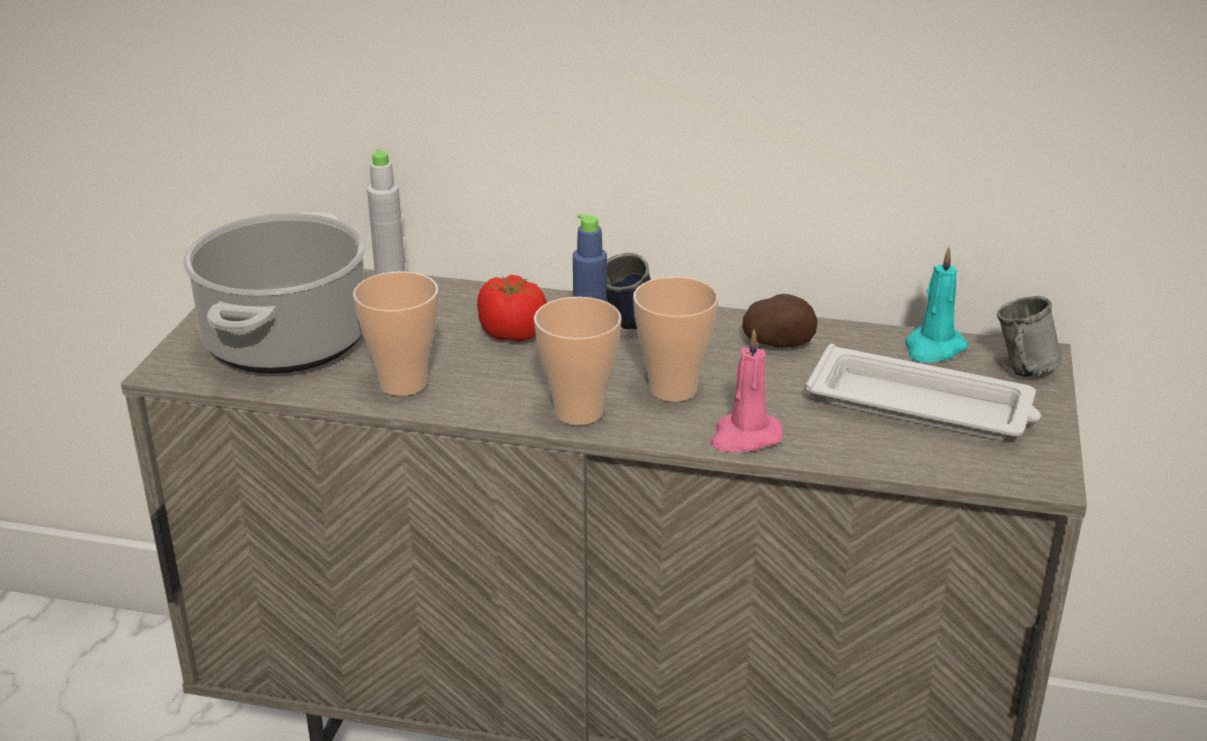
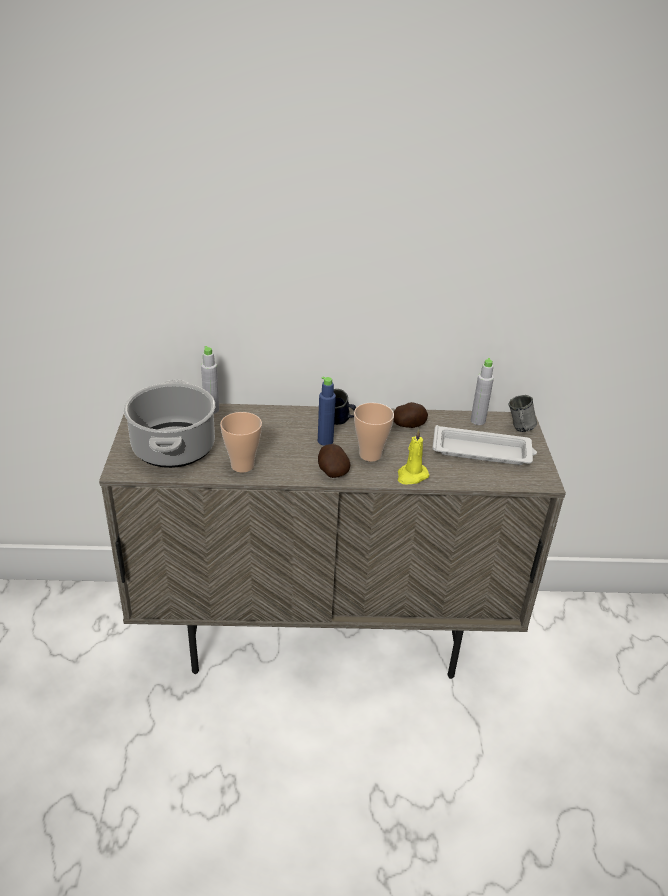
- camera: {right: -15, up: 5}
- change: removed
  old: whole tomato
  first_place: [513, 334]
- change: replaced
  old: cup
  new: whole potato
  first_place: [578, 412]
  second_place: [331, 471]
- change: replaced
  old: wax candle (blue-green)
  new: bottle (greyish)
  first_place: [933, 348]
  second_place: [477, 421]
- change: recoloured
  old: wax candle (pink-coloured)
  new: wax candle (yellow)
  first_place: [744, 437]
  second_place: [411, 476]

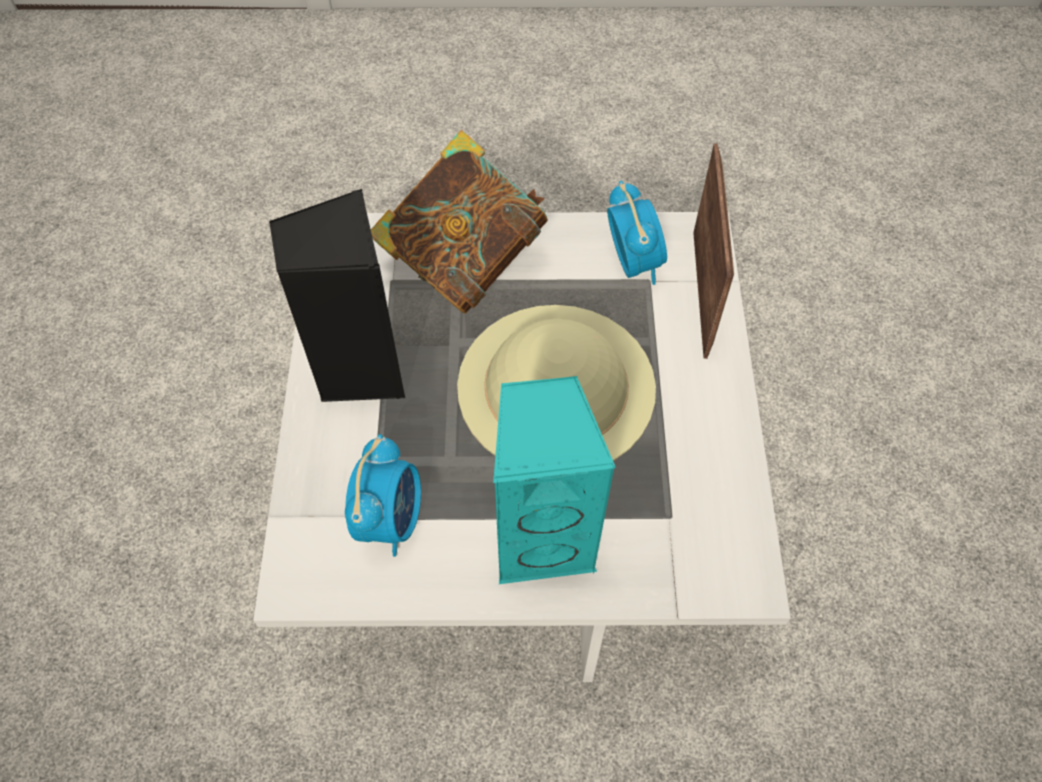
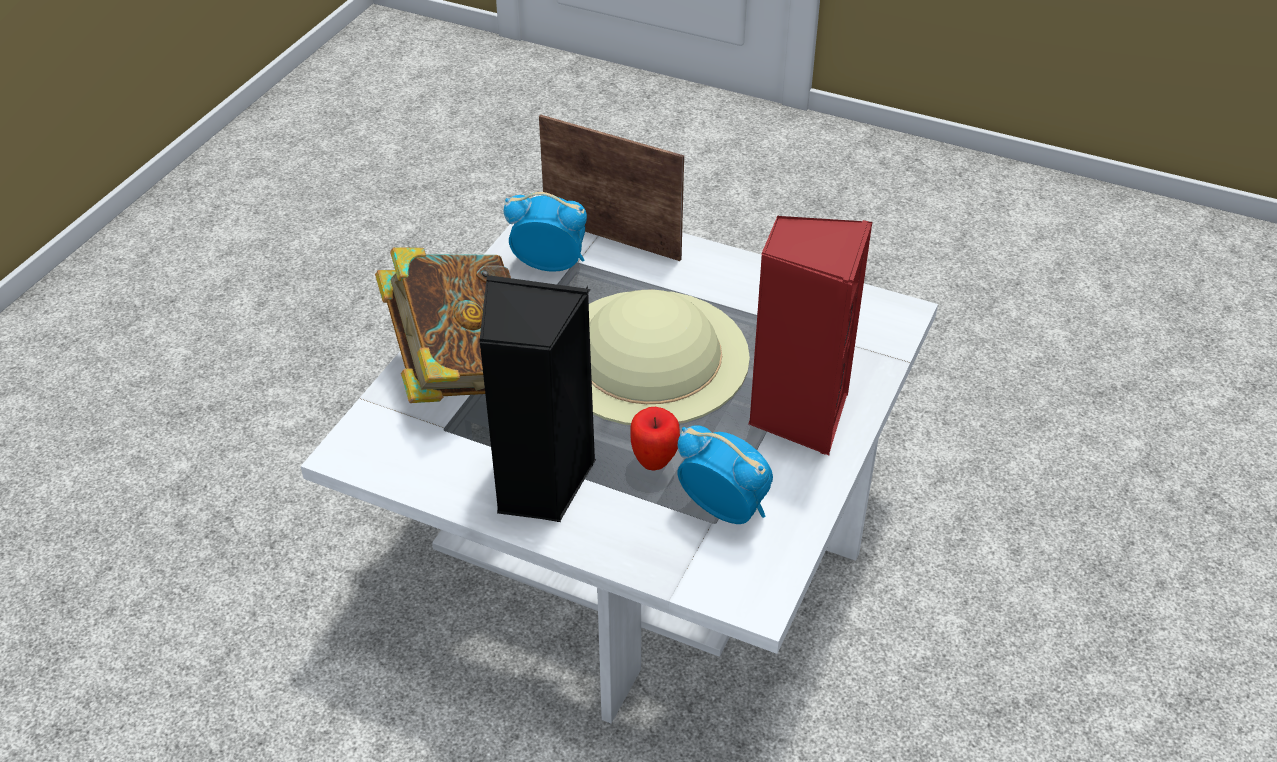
- camera: {right: -65, up: -15}
- change: added
  new: apple fruit
  second_place: [654, 461]
- change: recoloured
  old: loudspeaker (blue-green)
  new: loudspeaker (reddish)
  first_place: [542, 538]
  second_place: [798, 414]

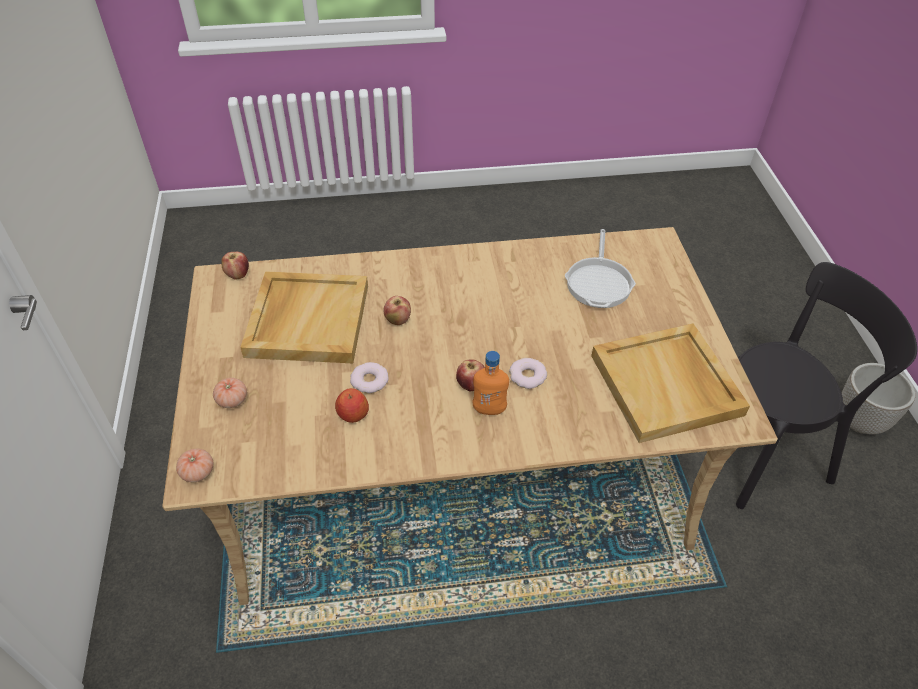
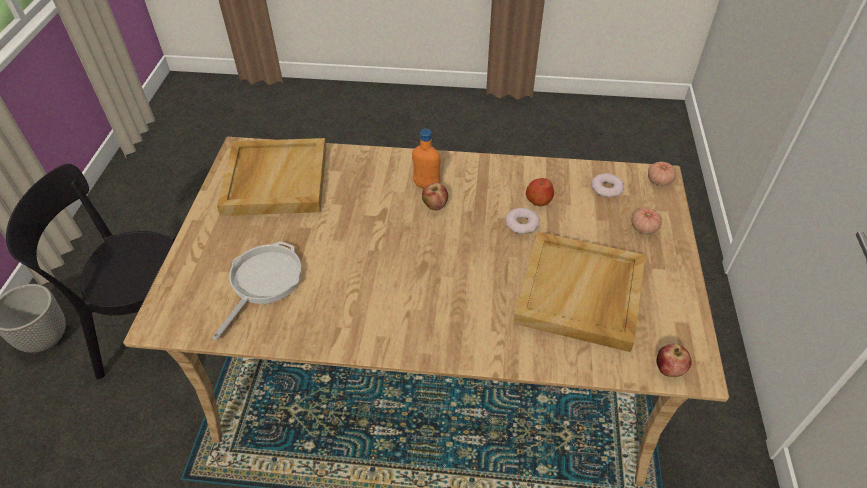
- camera: {right: -165, up: 0}
- change: removed
  old: apple fruit
  first_place: [397, 320]
- change: moved
  old: doughnut
  first_place: [527, 376]
  second_place: [606, 188]

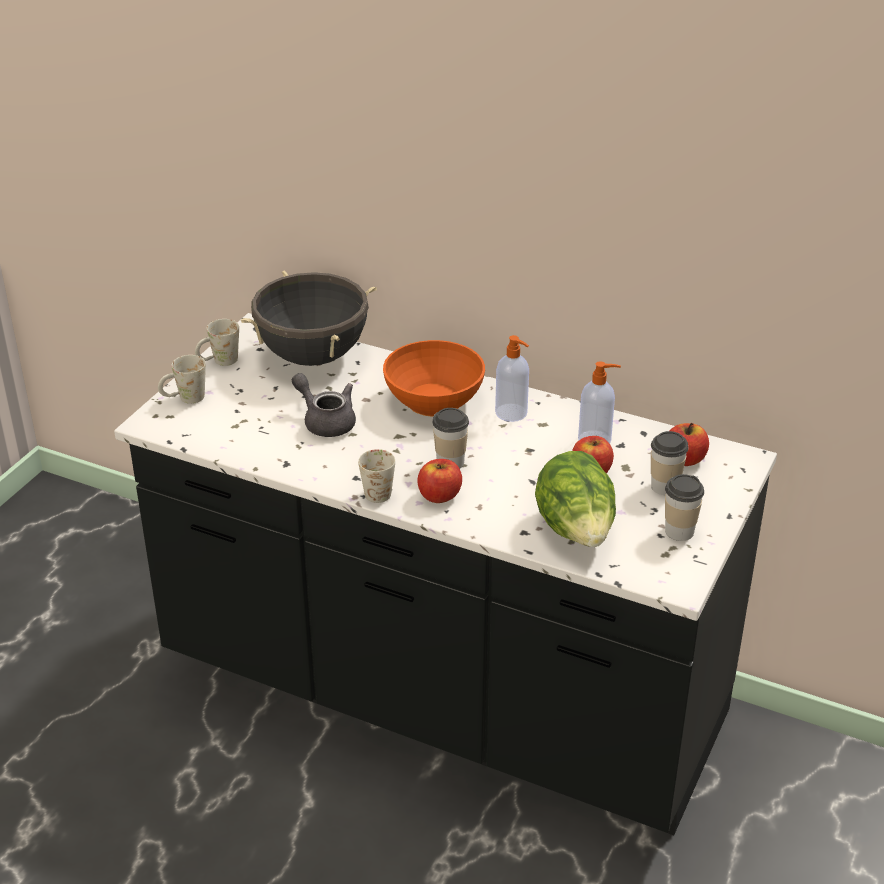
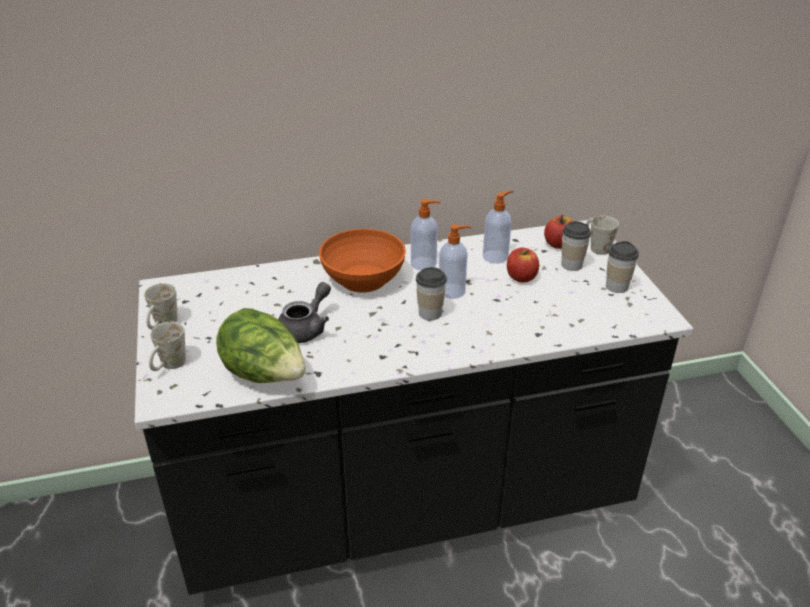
- camera: {right: -40, up: 0}
- change: removed
  old: saucepot (black-coloured)
  first_place: [312, 356]
- change: removed
  old: apple fruit
  first_place: [439, 495]
- change: added
  new: soap bottle
  second_place: [453, 291]
- change: moved
  old: tea mug (white)
  first_place: [380, 489]
  second_place: [595, 246]
- change: moved
  old: lettuce
  first_place: [576, 531]
  second_place: [265, 375]
- change: turned
  old: tea pot (greyish)
  first_place: [326, 421]
  second_place: [306, 328]
  degrees: 120

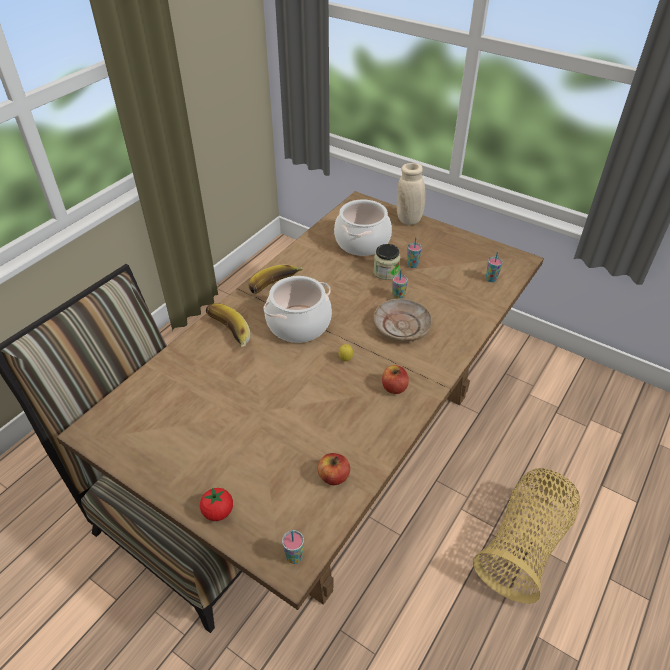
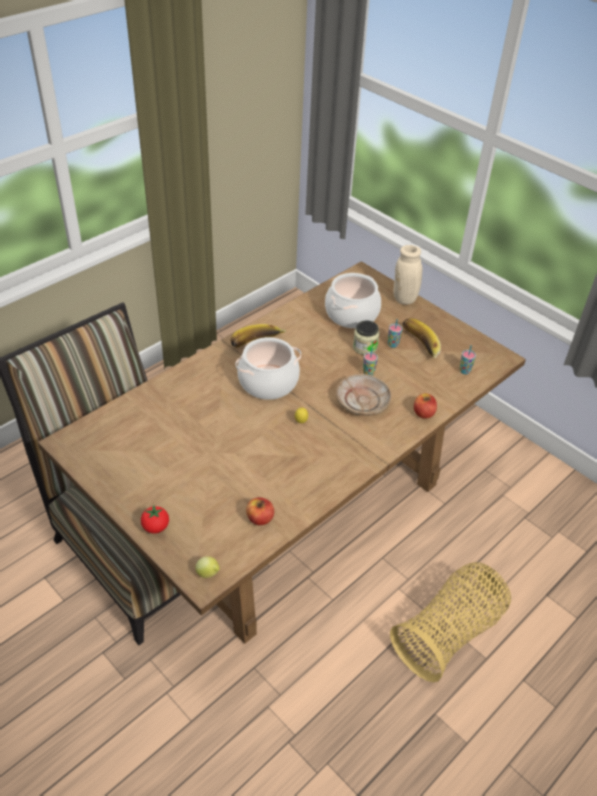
- camera: {right: 10, up: 0}
- change: moved
  old: banana
  first_place: [227, 333]
  second_place: [418, 346]
- change: moved
  old: apple fruit
  first_place: [394, 387]
  second_place: [423, 413]
- change: replaced
  old: cup
  new: citrus fruit
  first_place: [294, 557]
  second_place: [208, 574]

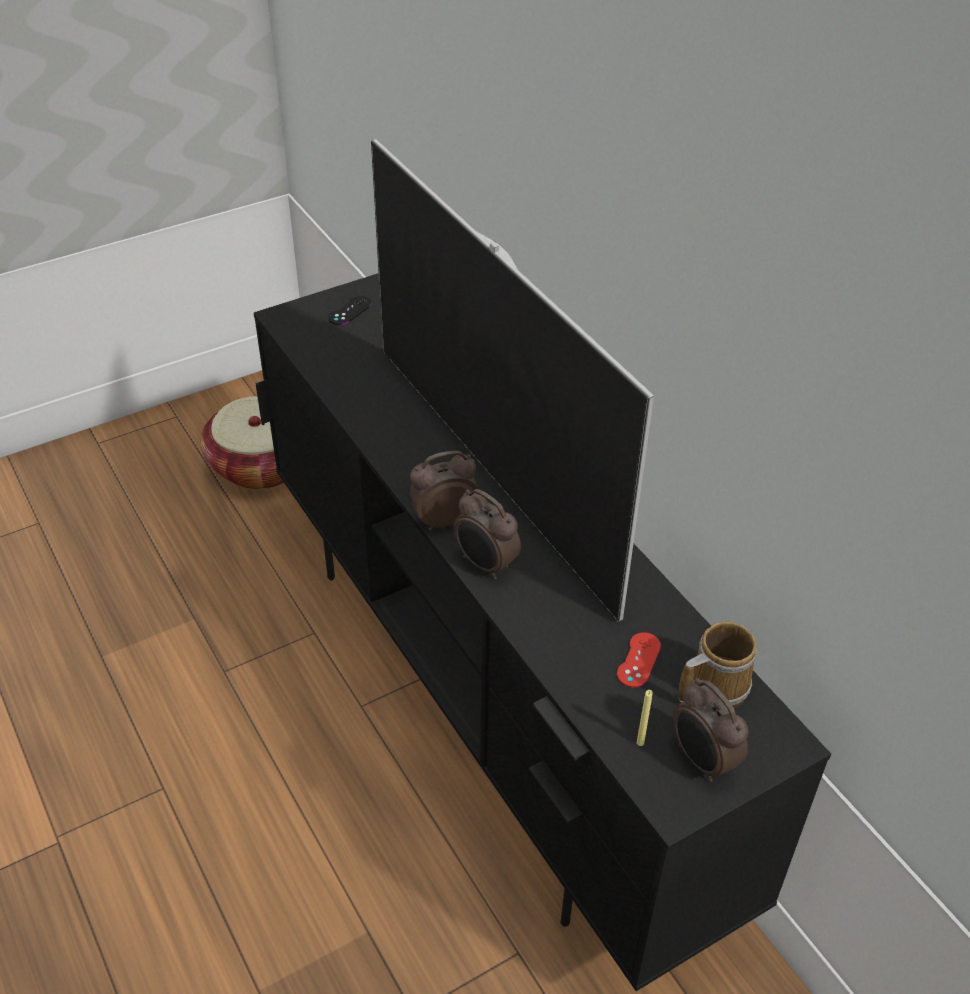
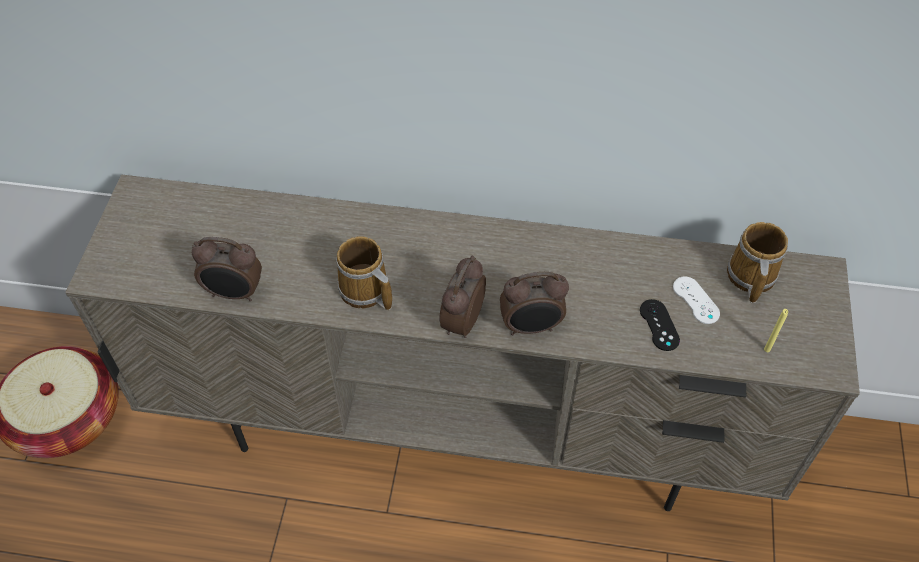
- camera: {right: -50, up: 10}
- change: removed
  old: TV
  first_place: [492, 472]
- change: added
  new: tea mug
  second_place: [365, 292]
- change: moved
  old: game controller (black-coloured)
  first_place: [350, 311]
  second_place: [659, 325]
- change: moved
  old: alarm clock
  first_place: [702, 760]
  second_place: [234, 293]
- change: recoloured
  old: media console (black-coloured)
  new: media console (beige)
  first_place: [488, 708]
  second_place: [463, 430]
- change: recoloured
  old: game controller (reddish)
  new: game controller (white)
  first_place: [638, 660]
  second_place: [696, 300]

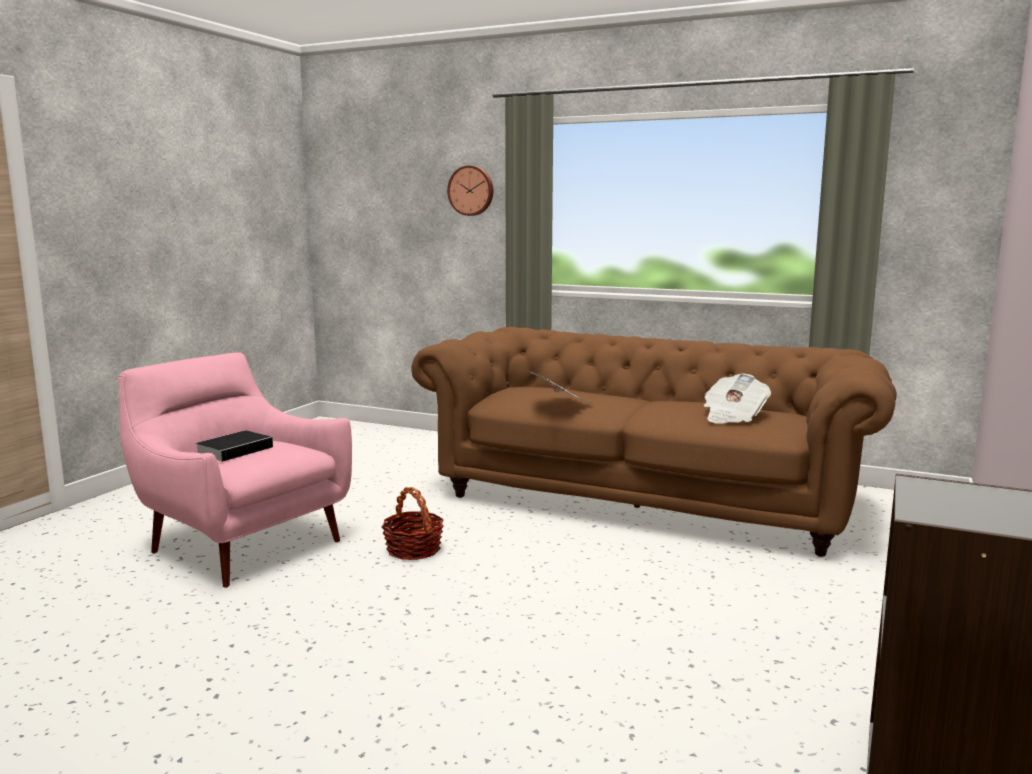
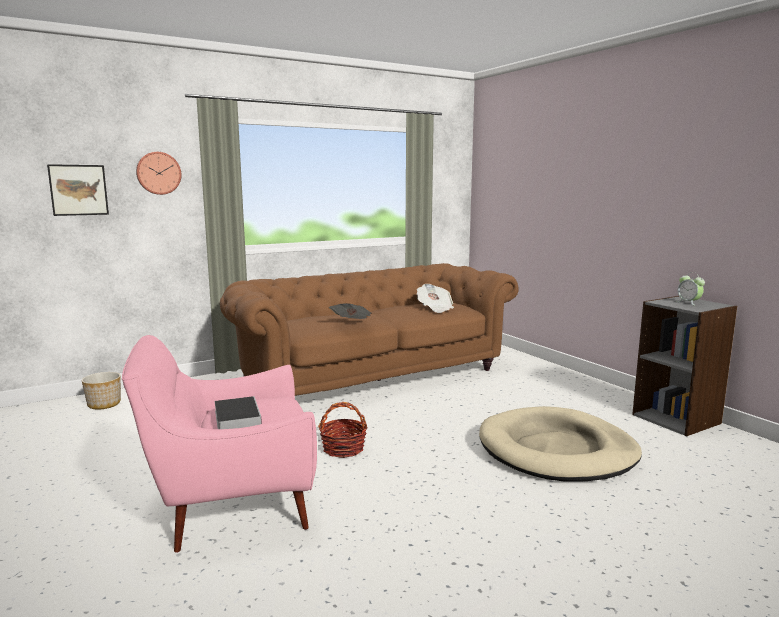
- camera: {right: -55, up: 0}
- change: added
  new: wall picture
  second_place: [78, 190]
- change: added
  new: plant pot
  second_place: [103, 404]
- change: added
  new: dog bed (beige)
  second_place: [557, 450]
- change: added
  new: alarm clock
  second_place: [688, 303]

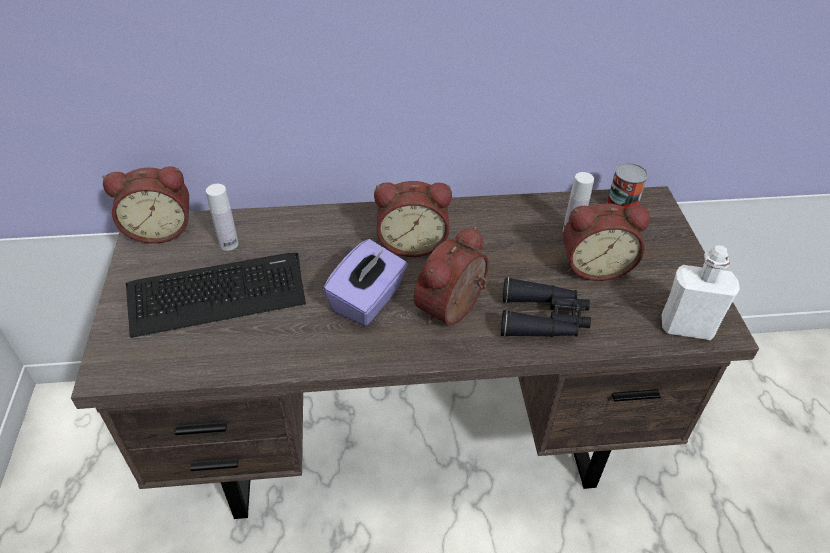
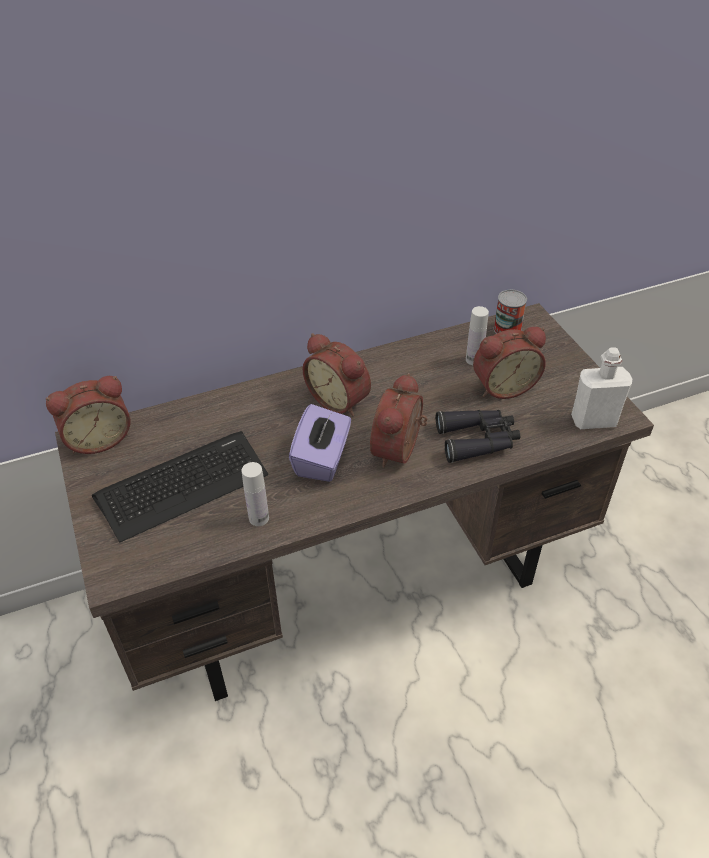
- camera: {right: -15, up: 0}
- change: moved
  old: bottle (white)
  first_place: [228, 244]
  second_place: [259, 518]
- change: turned
  old: alarm clock
  first_place: [412, 243]
  second_place: [340, 399]
  degrees: 60

